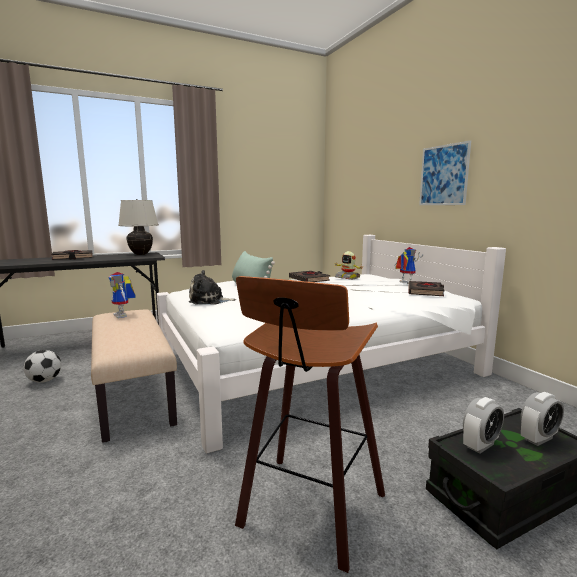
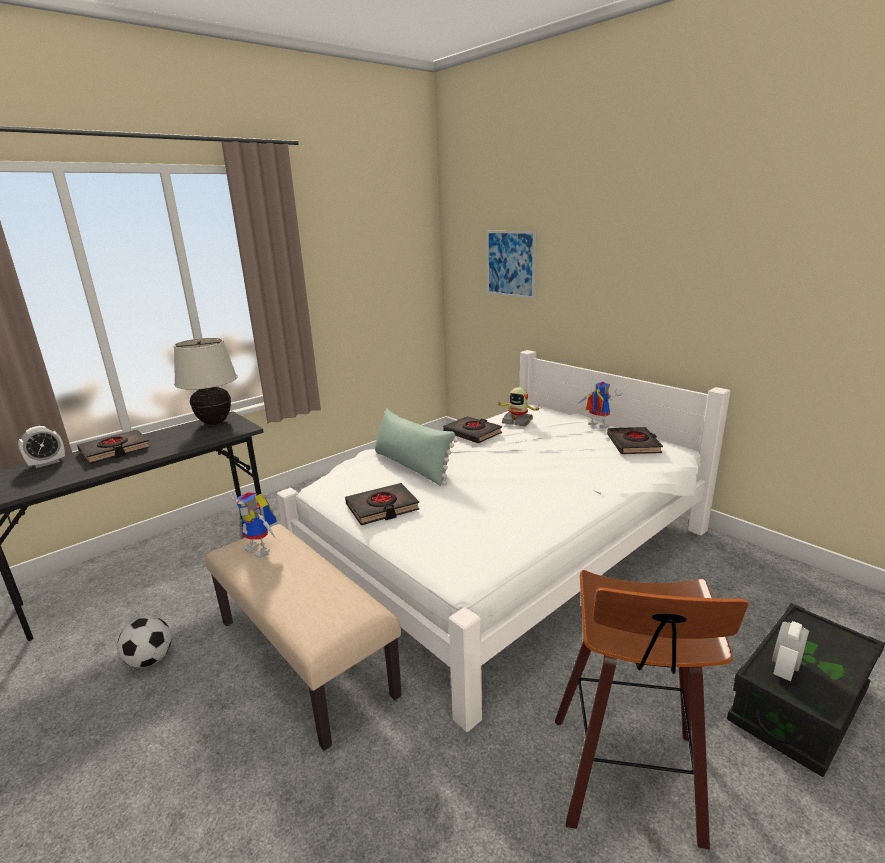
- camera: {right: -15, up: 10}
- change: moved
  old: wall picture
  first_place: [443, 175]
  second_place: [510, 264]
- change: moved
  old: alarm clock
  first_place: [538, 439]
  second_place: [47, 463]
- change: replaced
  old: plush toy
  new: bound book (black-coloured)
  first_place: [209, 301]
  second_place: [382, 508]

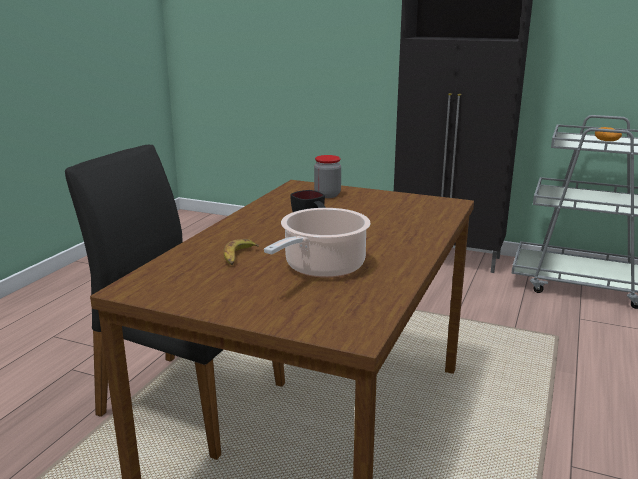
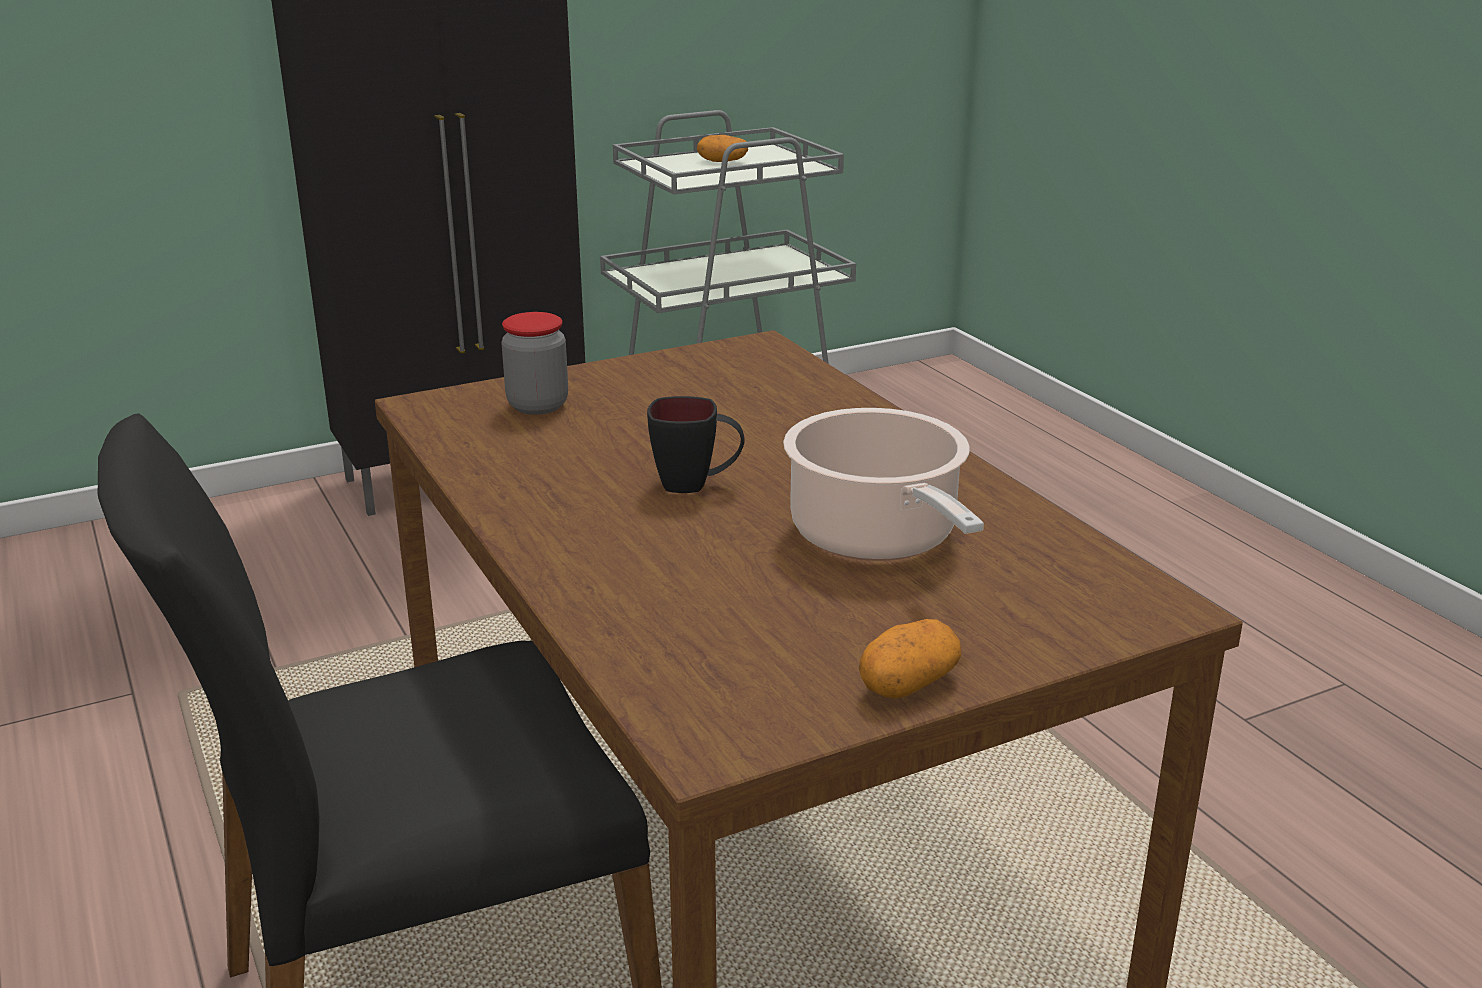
- camera: {right: -50, up: 5}
- change: removed
  old: banana
  first_place: [238, 257]
- change: added
  new: whole potato
  second_place: [907, 684]

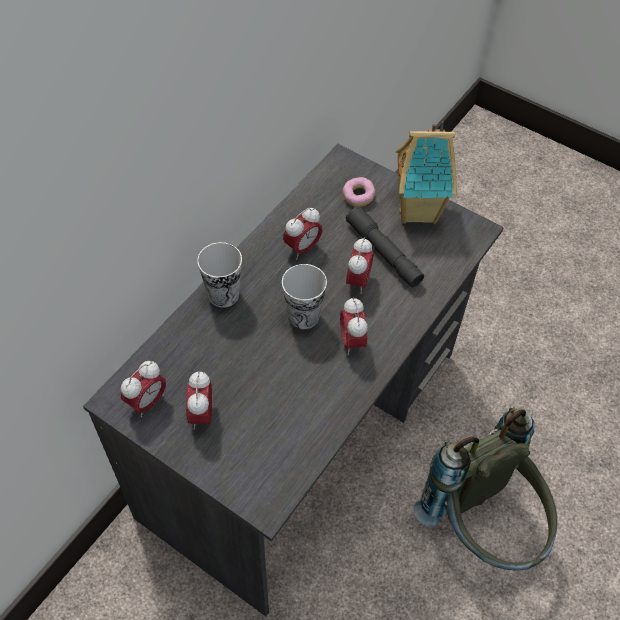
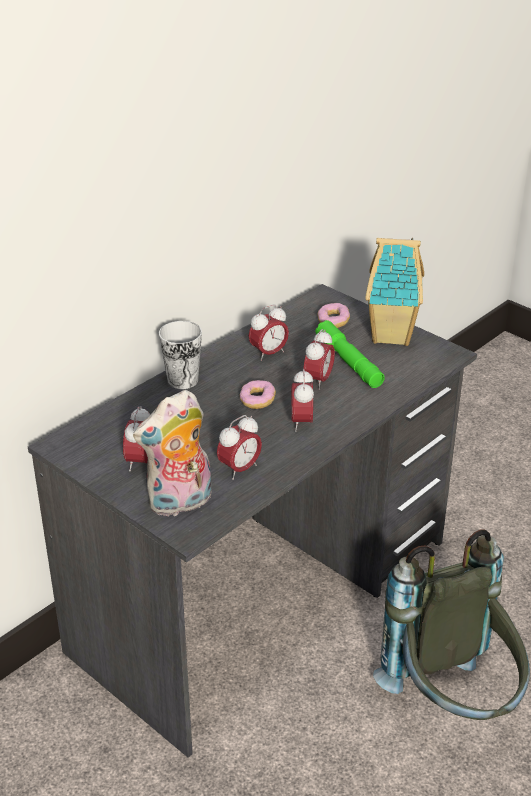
- camera: {right: 10, up: -20}
- change: added
  new: plush toy
  second_place: [180, 503]
- change: moved
  old: alarm clock
  first_place: [147, 402]
  second_place: [239, 469]
- change: replaced
  old: cup
  new: doughnut
  first_place: [303, 316]
  second_place: [257, 401]
- change: recoloured
  old: torch (greyish)
  new: torch (greenish)
  first_place: [383, 252]
  second_place: [349, 362]

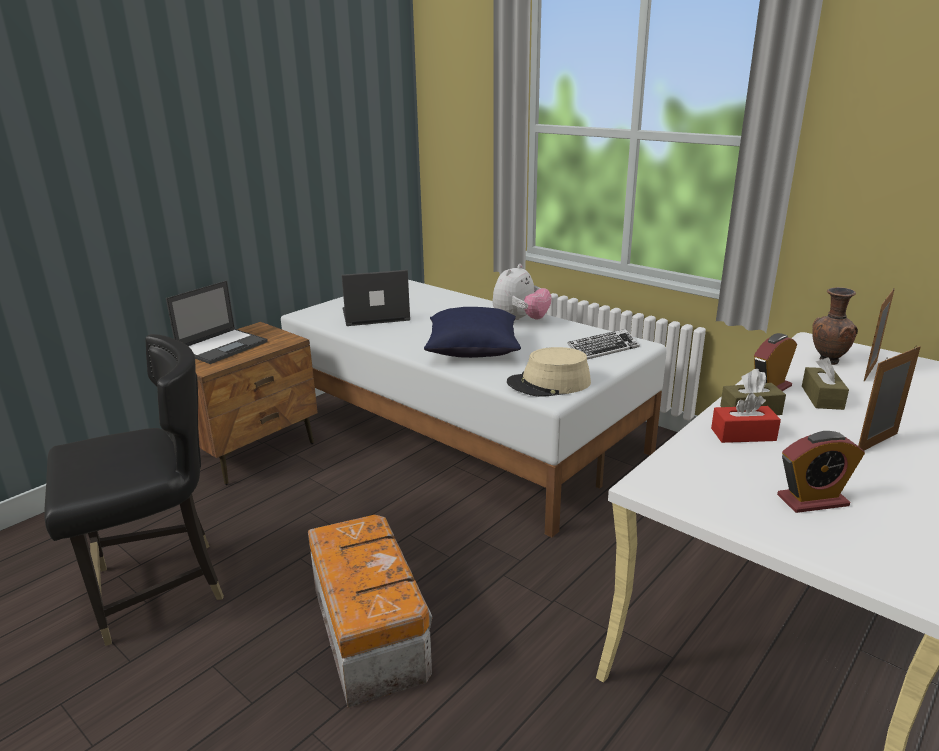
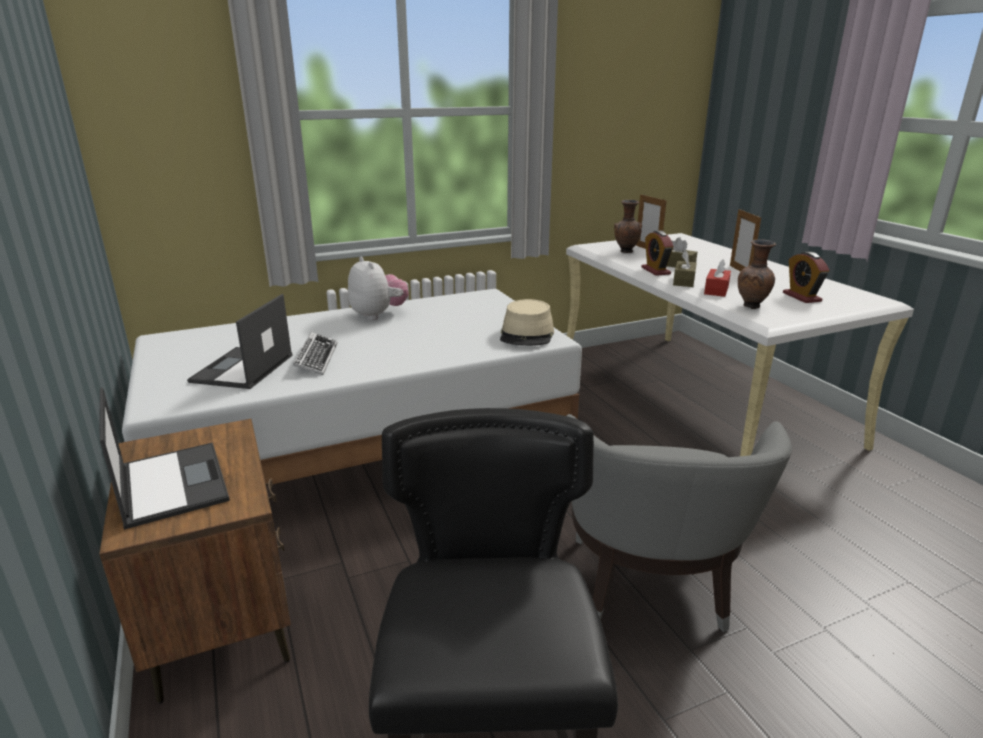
- camera: {right: -65, up: 0}
- change: removed
  old: cushion (blue-coloured)
  first_place: [473, 350]
- change: added
  new: decorative vase (brown)
  second_place: [752, 307]
- change: moved
  old: keyboard
  first_place: [603, 349]
  second_place: [316, 358]
- change: replaced
  old: storage bin
  new: armchair (greyish)
  first_place: [370, 630]
  second_place: [650, 587]
- change: turned
  old: alarm clock
  first_place: [812, 500]
  second_place: [801, 297]
  degrees: 150

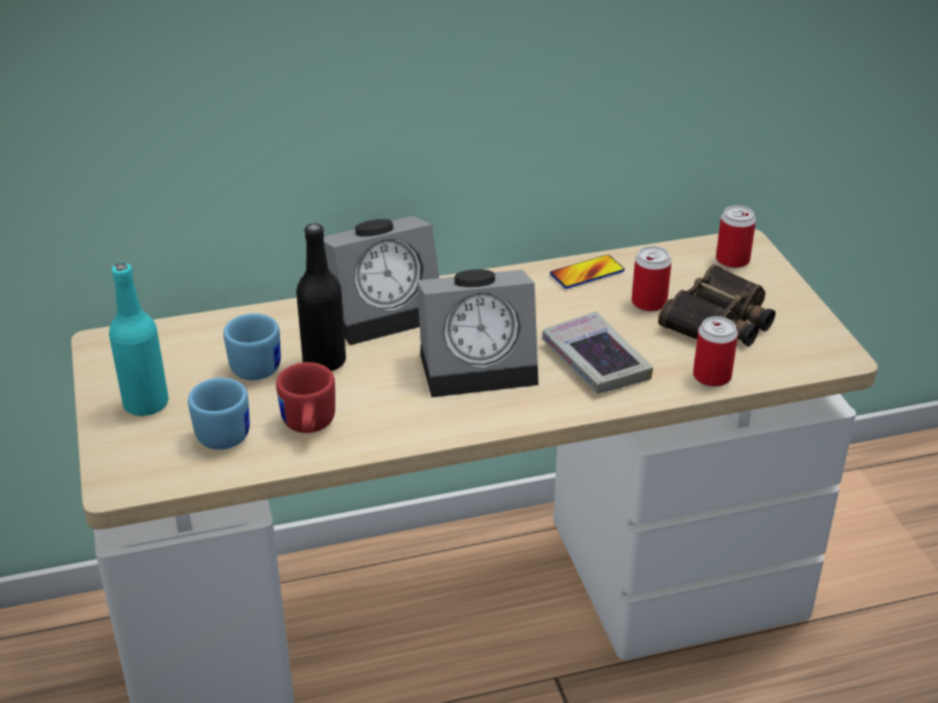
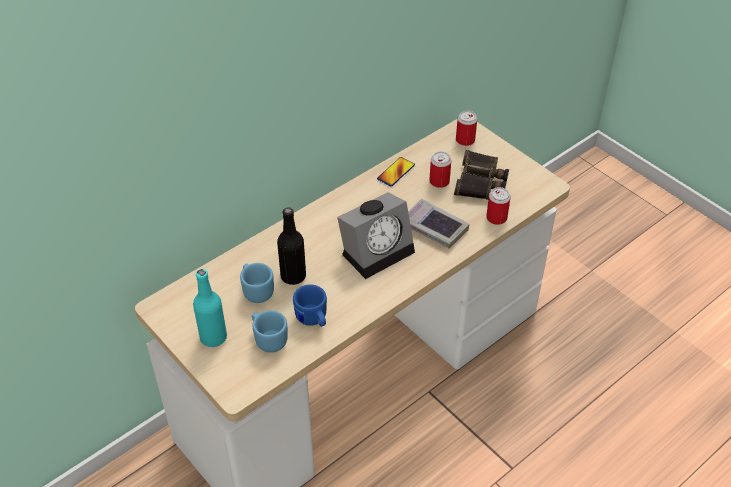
- camera: {right: -25, up: 10}
- change: removed
  old: alarm clock
  first_place: [386, 311]
- change: recoloured
  old: tea mug (reddish)
  new: tea mug (blue-coloured)
  first_place: [307, 427]
  second_place: [313, 320]

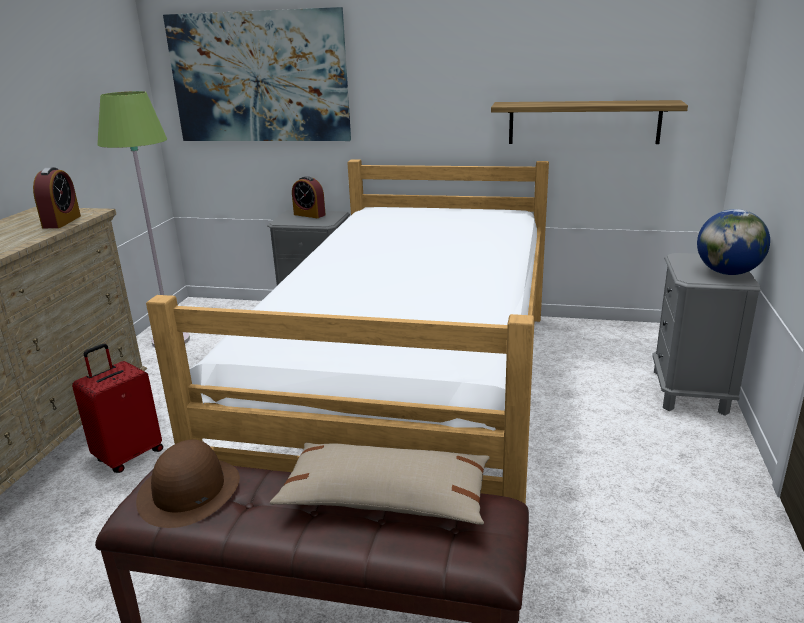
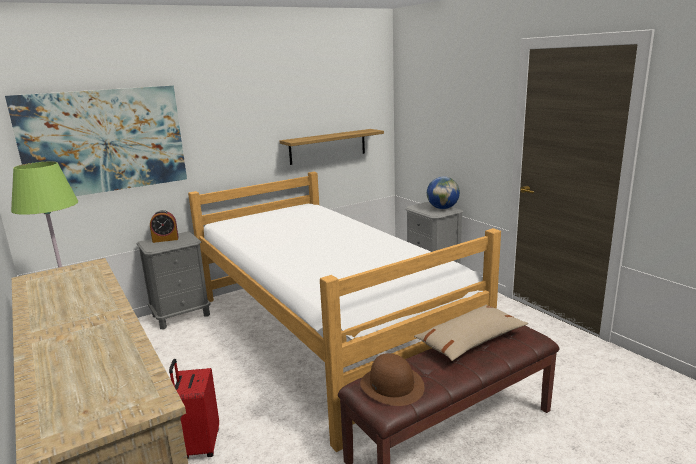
- camera: {right: -45, up: -5}
- change: removed
  old: alarm clock
  first_place: [62, 222]

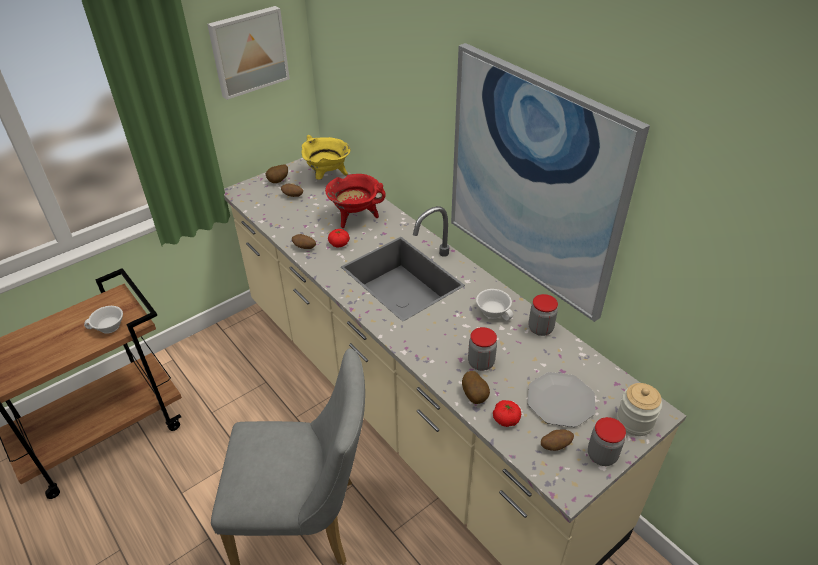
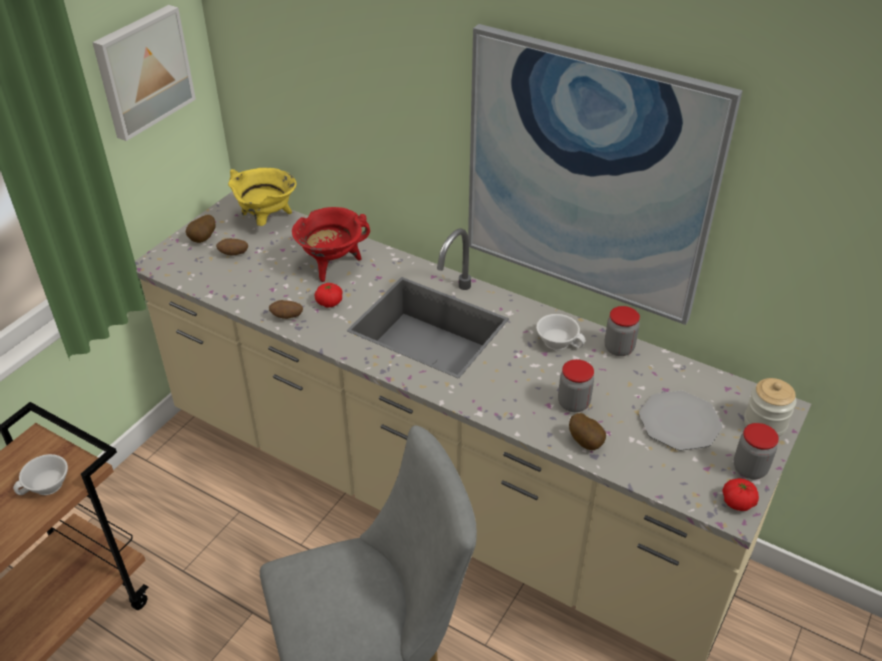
- camera: {right: -20, up: 0}
- change: removed
  old: whole potato
  first_place: [555, 445]
- change: moved
  old: whole tomato
  first_place: [506, 419]
  second_place: [737, 502]

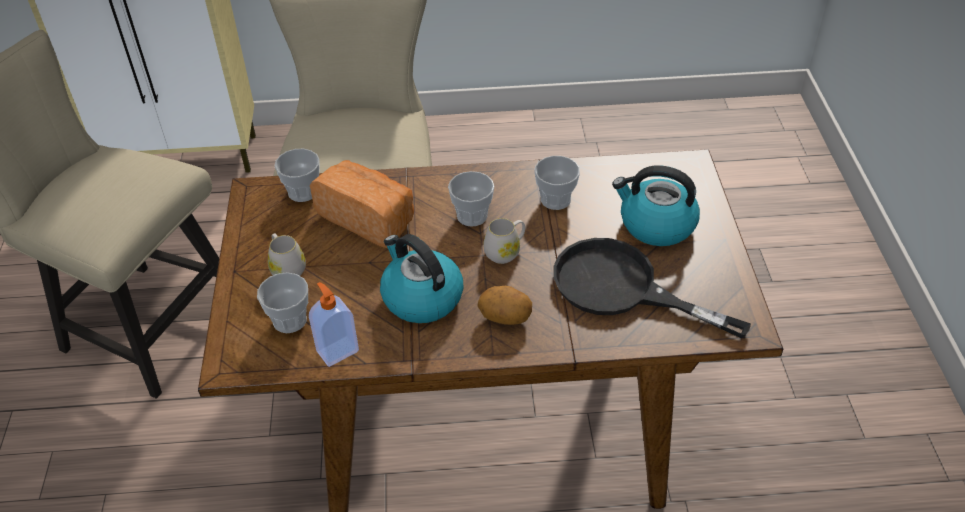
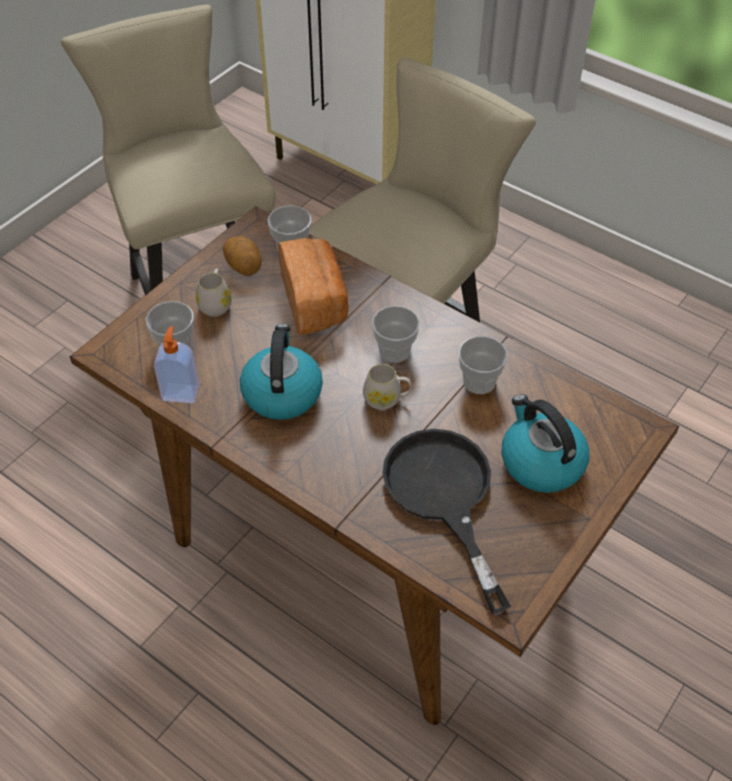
- camera: {right: 40, up: 5}
- change: moved
  old: whole potato
  first_place: [505, 317]
  second_place: [244, 267]

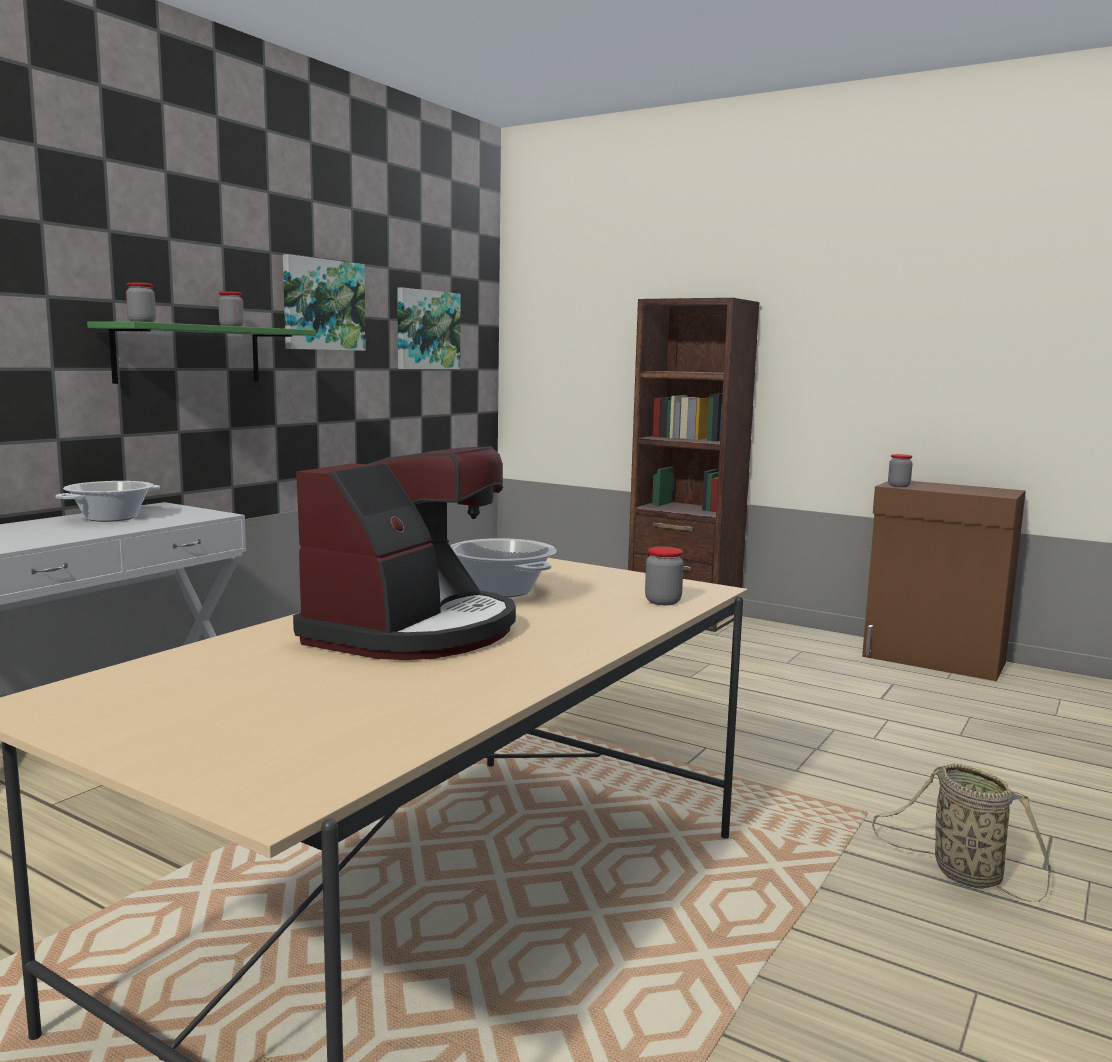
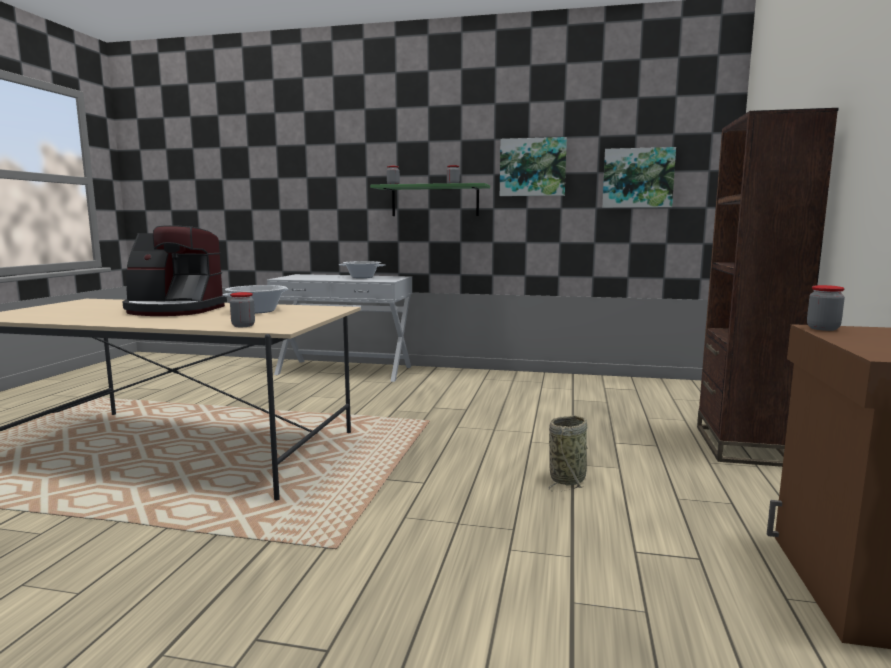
- camera: {right: 70, up: 0}
- change: moved
  old: storage basket
  first_place: [961, 873]
  second_place: [568, 478]

